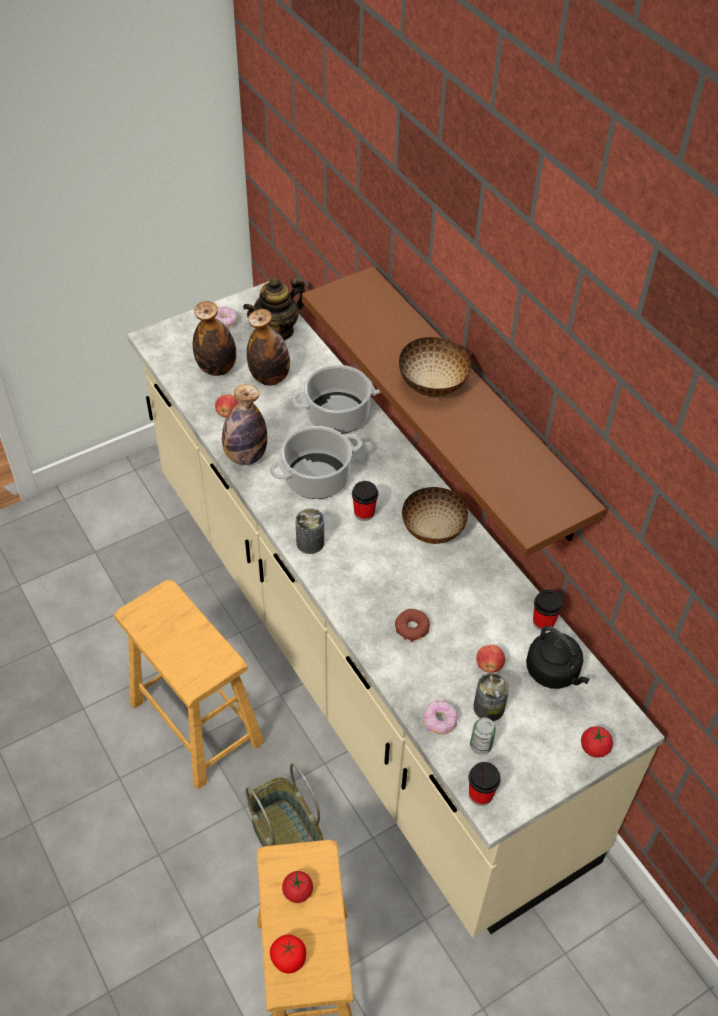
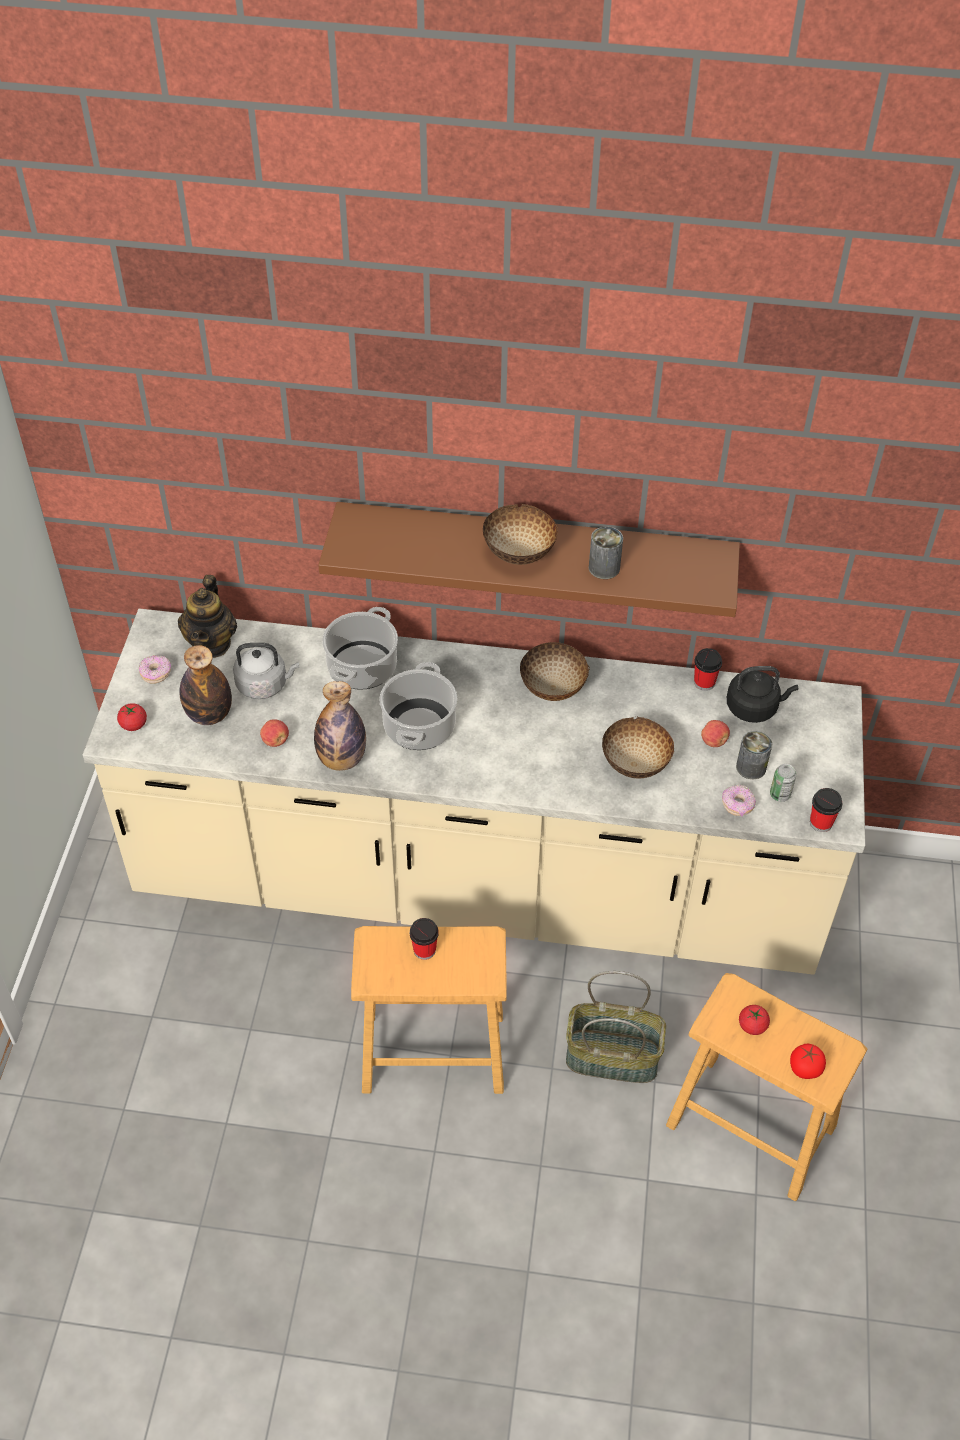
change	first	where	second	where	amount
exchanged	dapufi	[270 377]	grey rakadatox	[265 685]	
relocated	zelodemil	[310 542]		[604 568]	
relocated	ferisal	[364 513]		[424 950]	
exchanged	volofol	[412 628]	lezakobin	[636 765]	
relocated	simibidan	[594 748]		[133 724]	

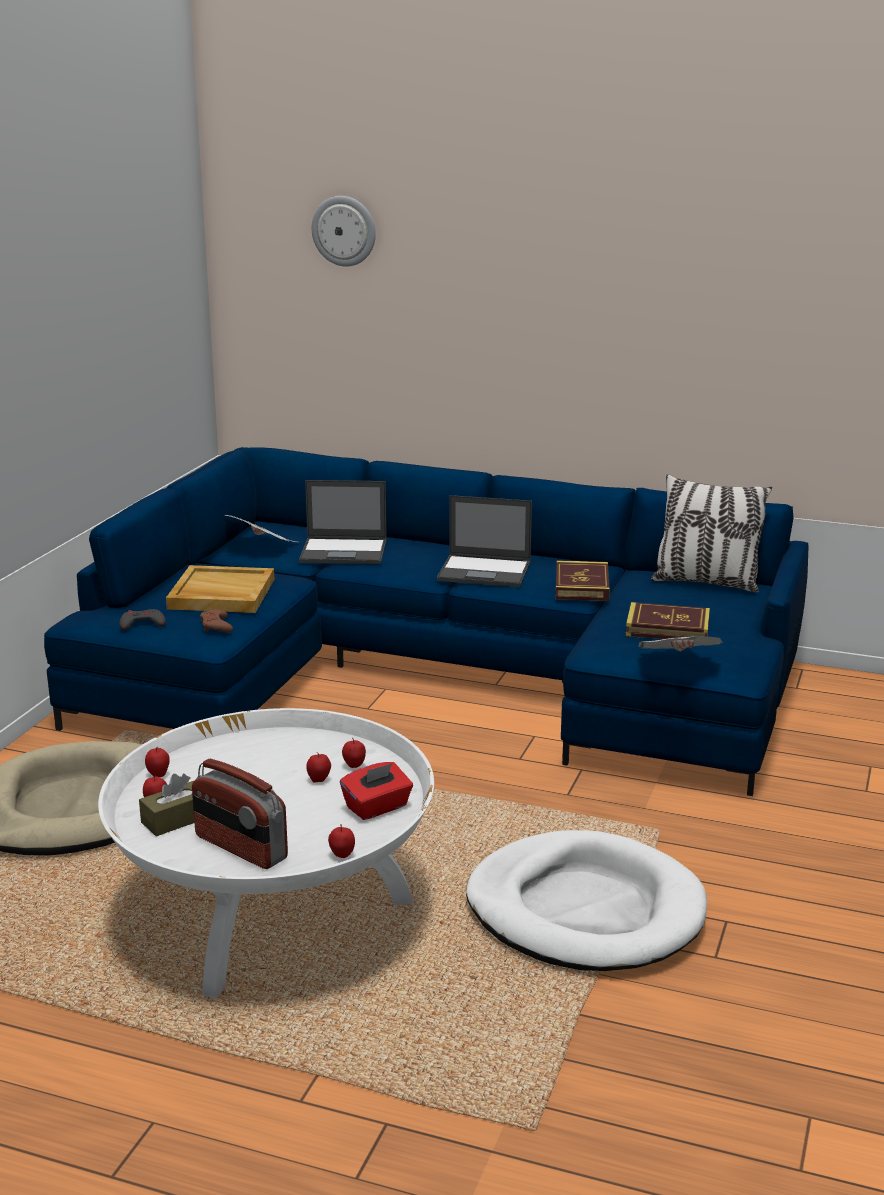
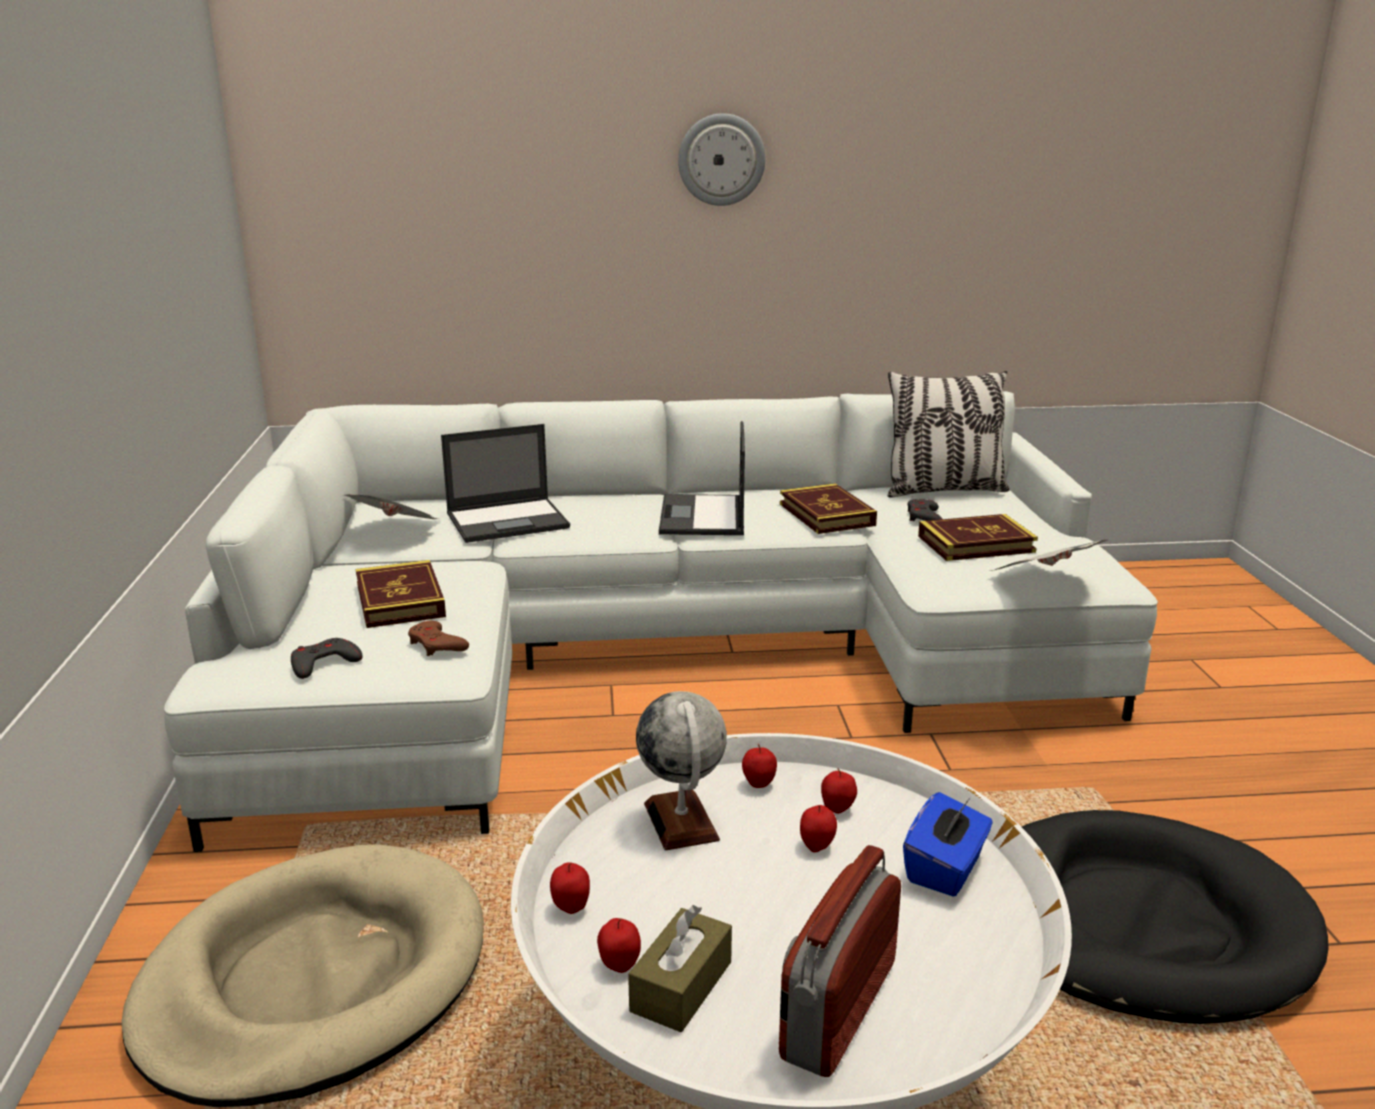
change	first	where	second	where	amount
colour	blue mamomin	[434 676]	white mamomin	[654 656]	
exchanged	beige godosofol	[220 594]	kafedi	[400 600]	
spun	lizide	[240 848]		[837 1009]	105 degrees clockwise
relocated	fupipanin	[344 231]		[721 160]	
relocated	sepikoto	[342 855]		[758 785]	
colour	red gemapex	[377 807]	blue gemapex	[945 869]	
spun	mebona	[485 572]		[703 517]	105 degrees clockwise
colour	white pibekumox	[585 910]	black pibekumox	[1139 924]	
appeared			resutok	[681 822]	
appeared			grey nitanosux	[924 517]	

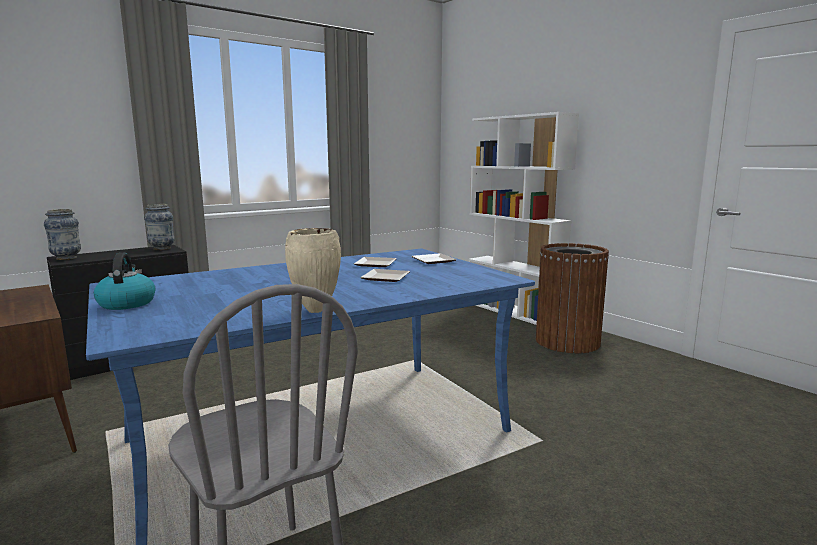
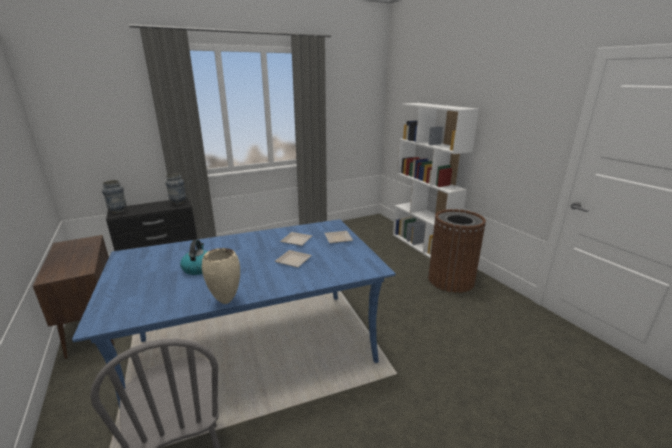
change	first	where	second	where	amount
relocated	rakadatox	[126 303]		[198 268]	

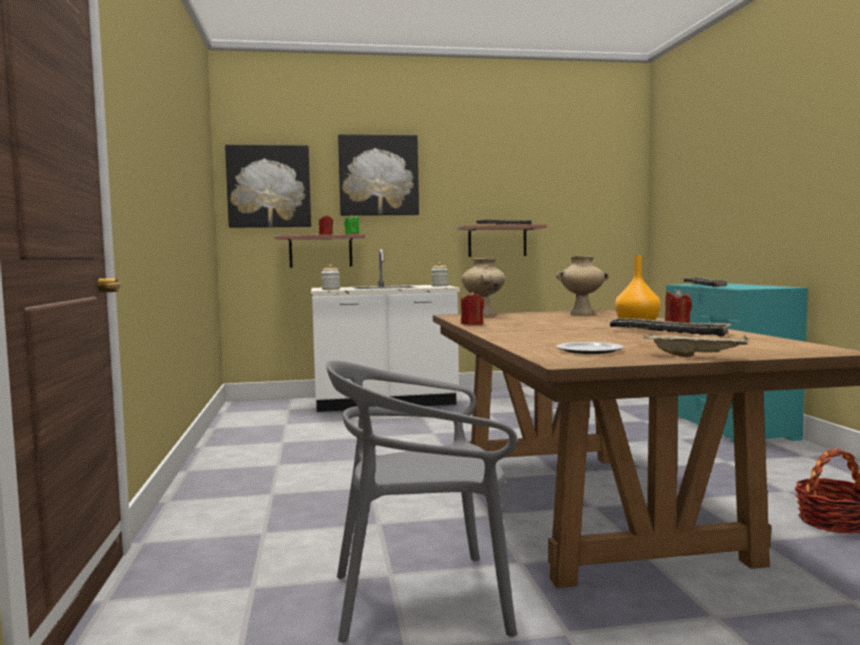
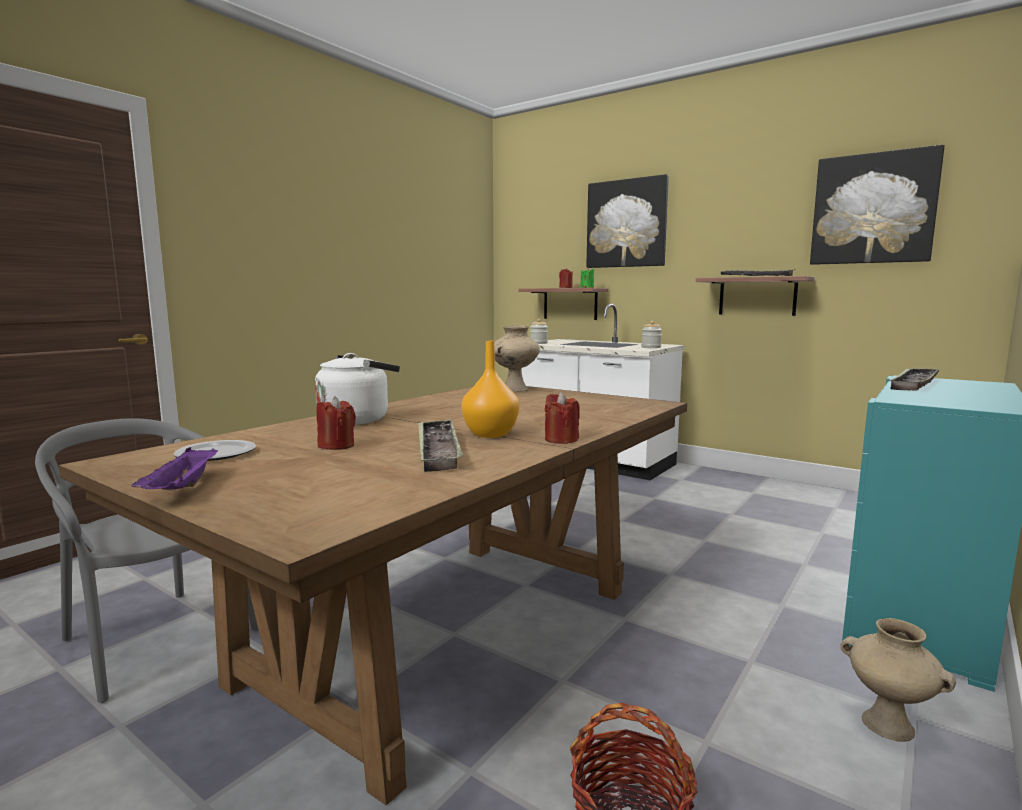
change	first	where	second	where	amount
relocated	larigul	[269 186]		[873 209]	
relocated	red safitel	[472 324]		[336 446]	
relocated	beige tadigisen	[582 313]		[889 725]	
colour	beige godosofol	[697 357]	purple godosofol	[182 489]	
appeared			white rakadatox	[358 419]	

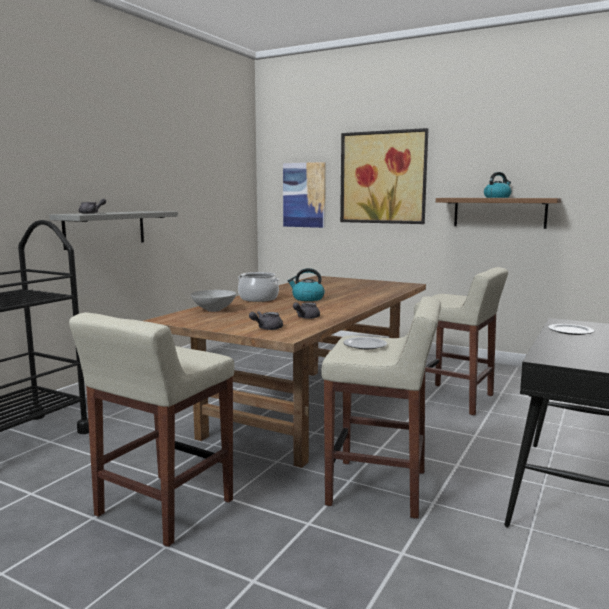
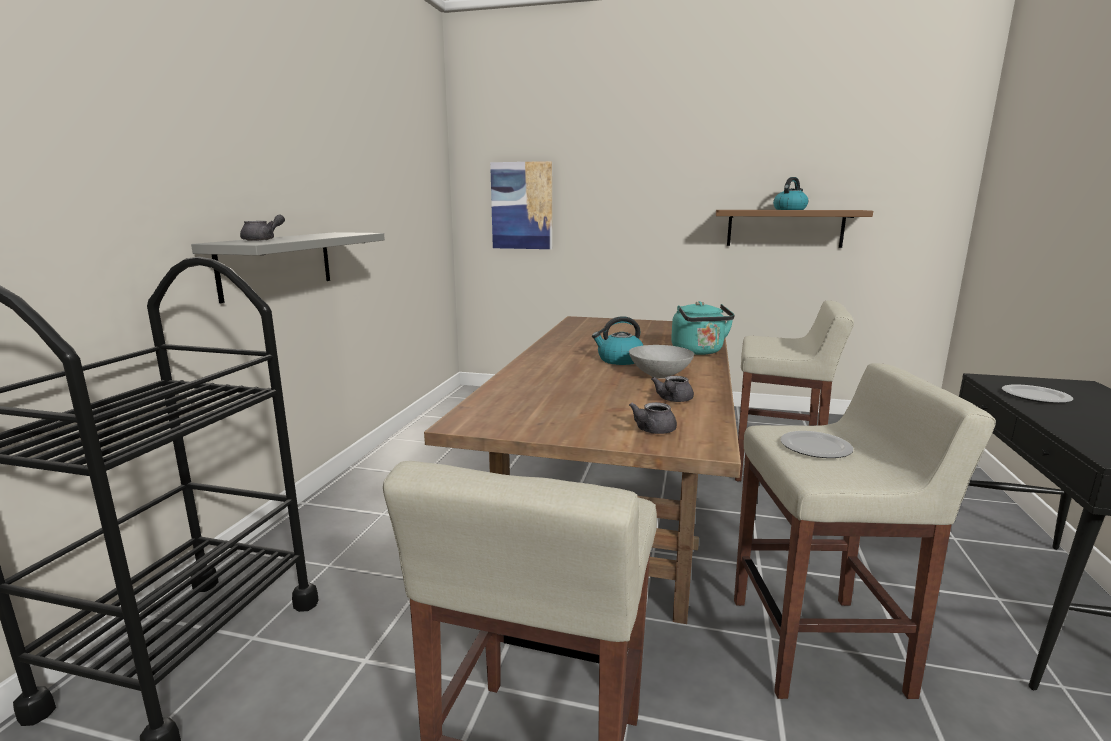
change	first	where	second	where	amount
relocated	grey lezakobin	[213 310]		[659 375]	
missing	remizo	[258 299]			
missing	larigul	[383 177]			
appeared			turquoise rakadatox	[699 352]	

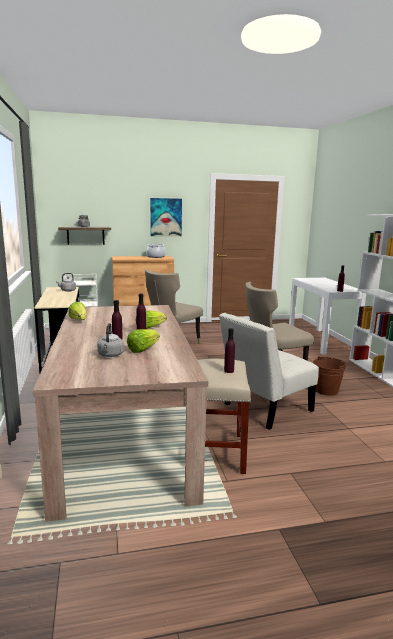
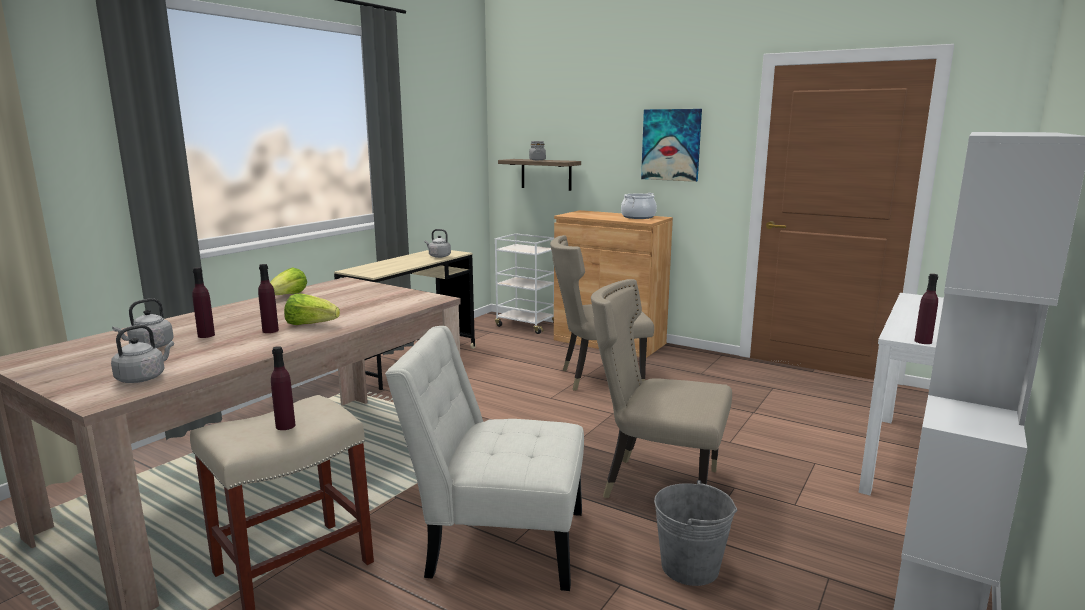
change	first	where	second	where	amount
missing	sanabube	[143 349]			
colour	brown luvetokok	[326 390]	grey luvetokok	[690 567]	
appeared			grey rakadatox	[143 378]	

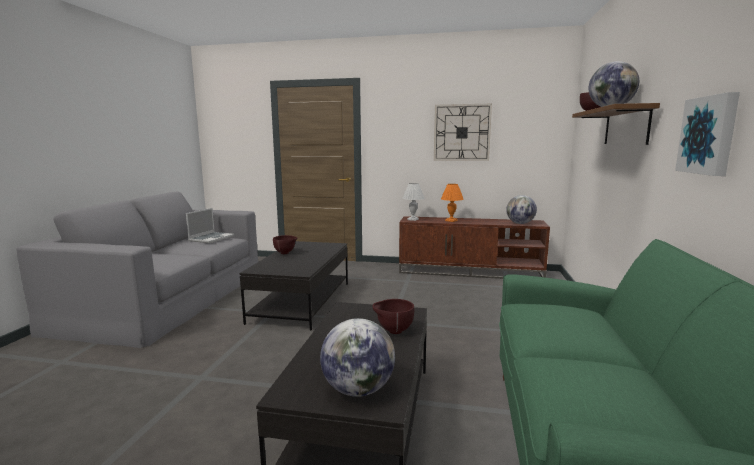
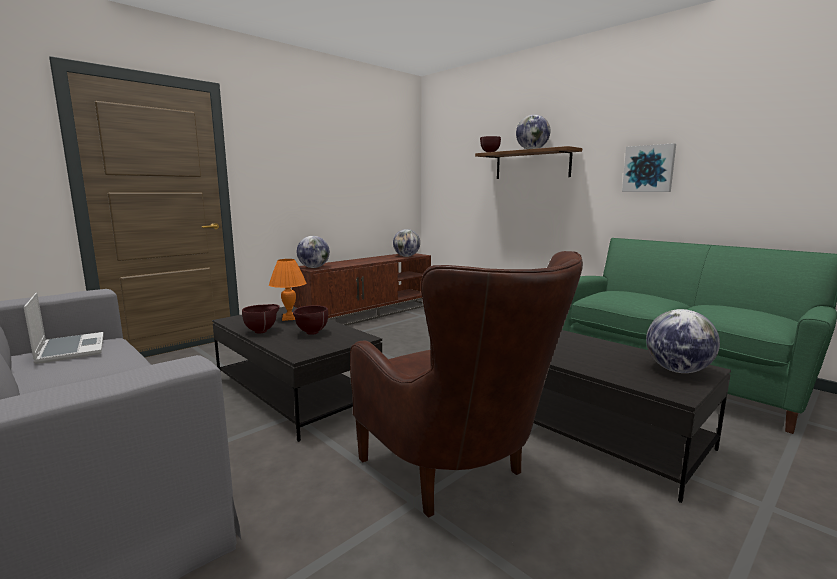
change	first	where	second	where	amount
relocated	brown lezakobin	[393 331]		[311 333]	
exchanged	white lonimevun	[413 219]	resutok	[313 267]	
missing	fupipanin	[462 132]			
relocated	orange lonimevun	[451 220]		[289 318]	
appeared			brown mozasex	[457 477]	

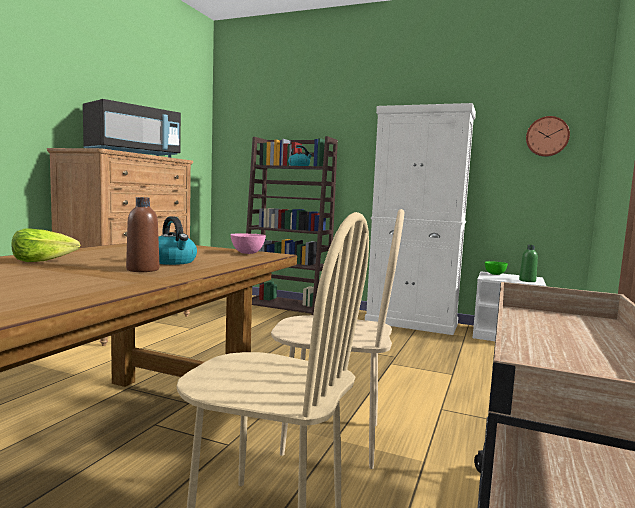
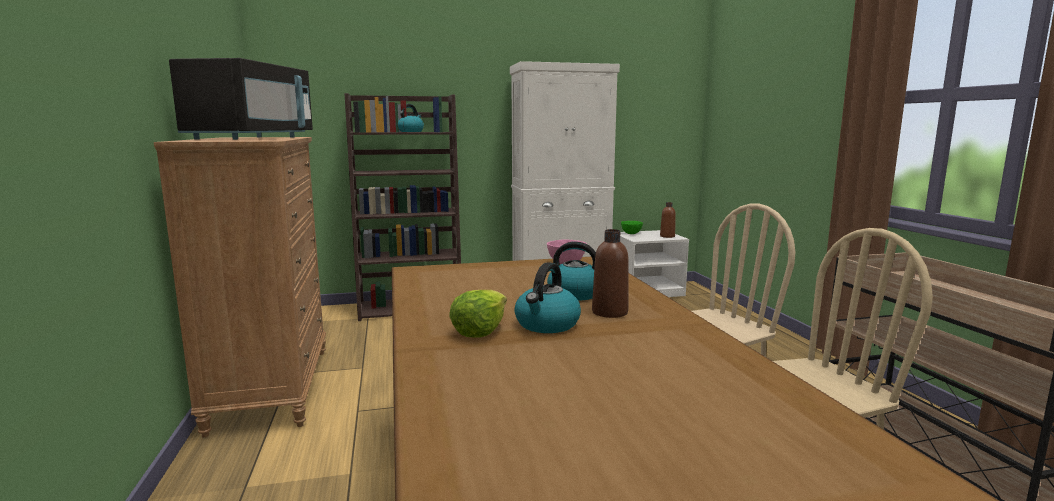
change	first	where	second	where	amount
colour	green dapufi	[527 281]	brown dapufi	[667 236]	
missing	fupipanin	[547 136]			
appeared			rakadatox	[547 325]	

